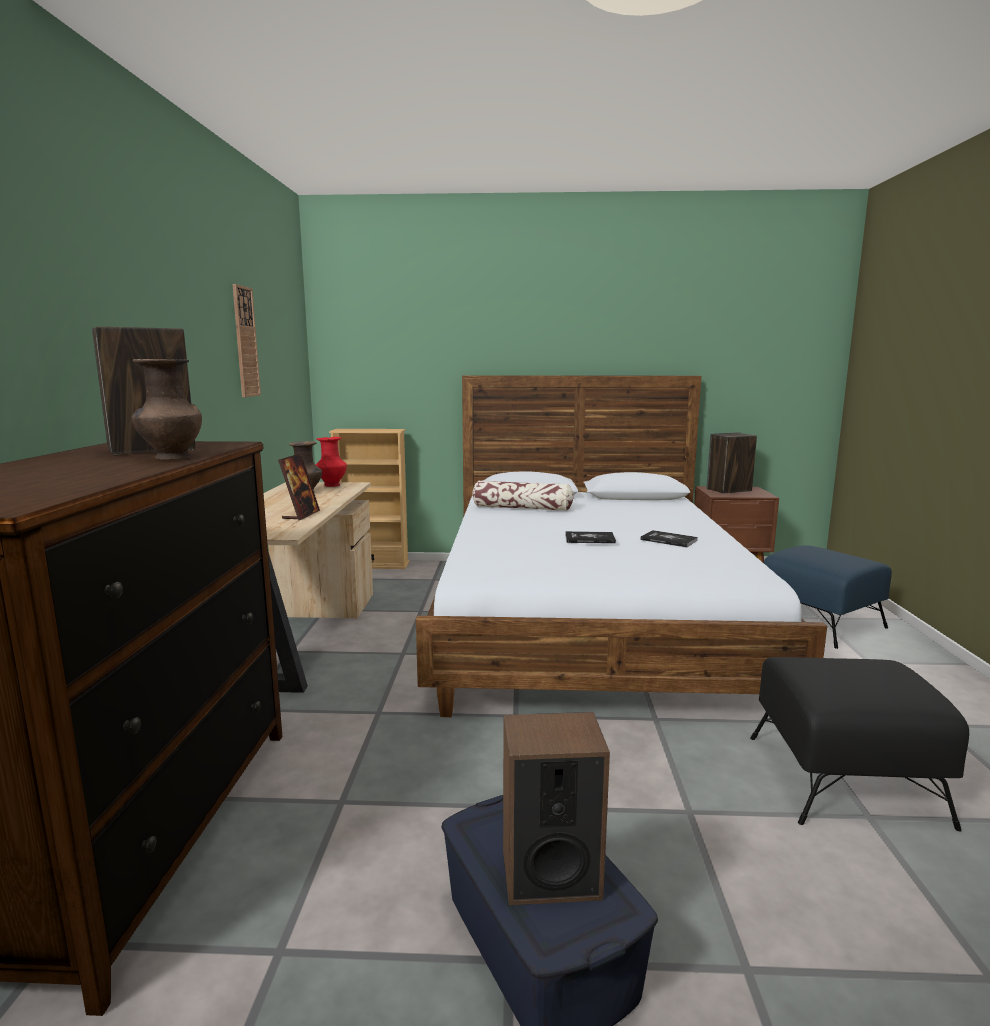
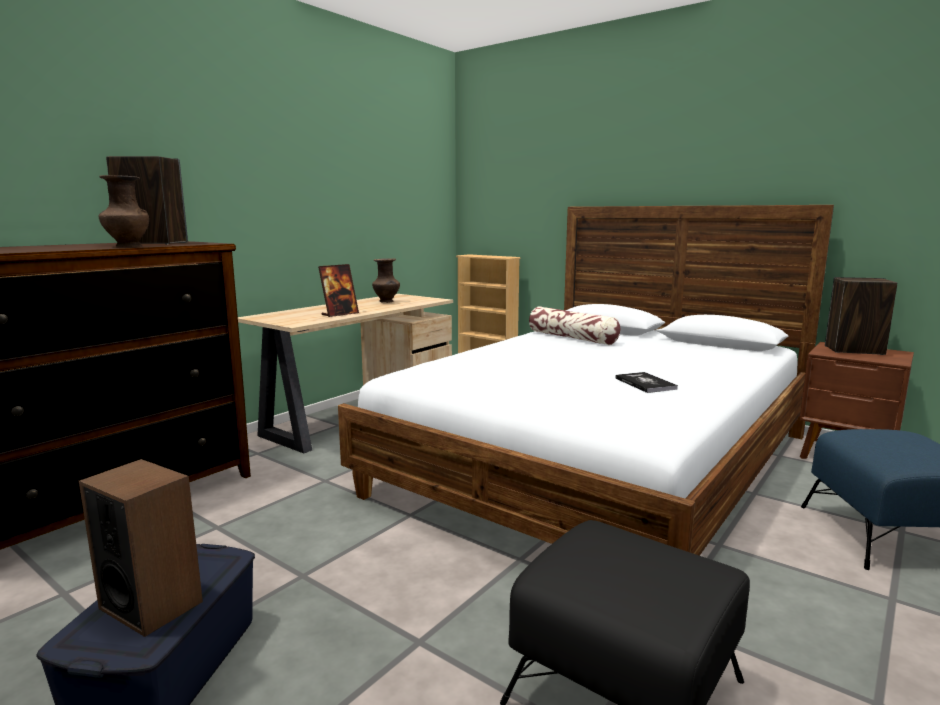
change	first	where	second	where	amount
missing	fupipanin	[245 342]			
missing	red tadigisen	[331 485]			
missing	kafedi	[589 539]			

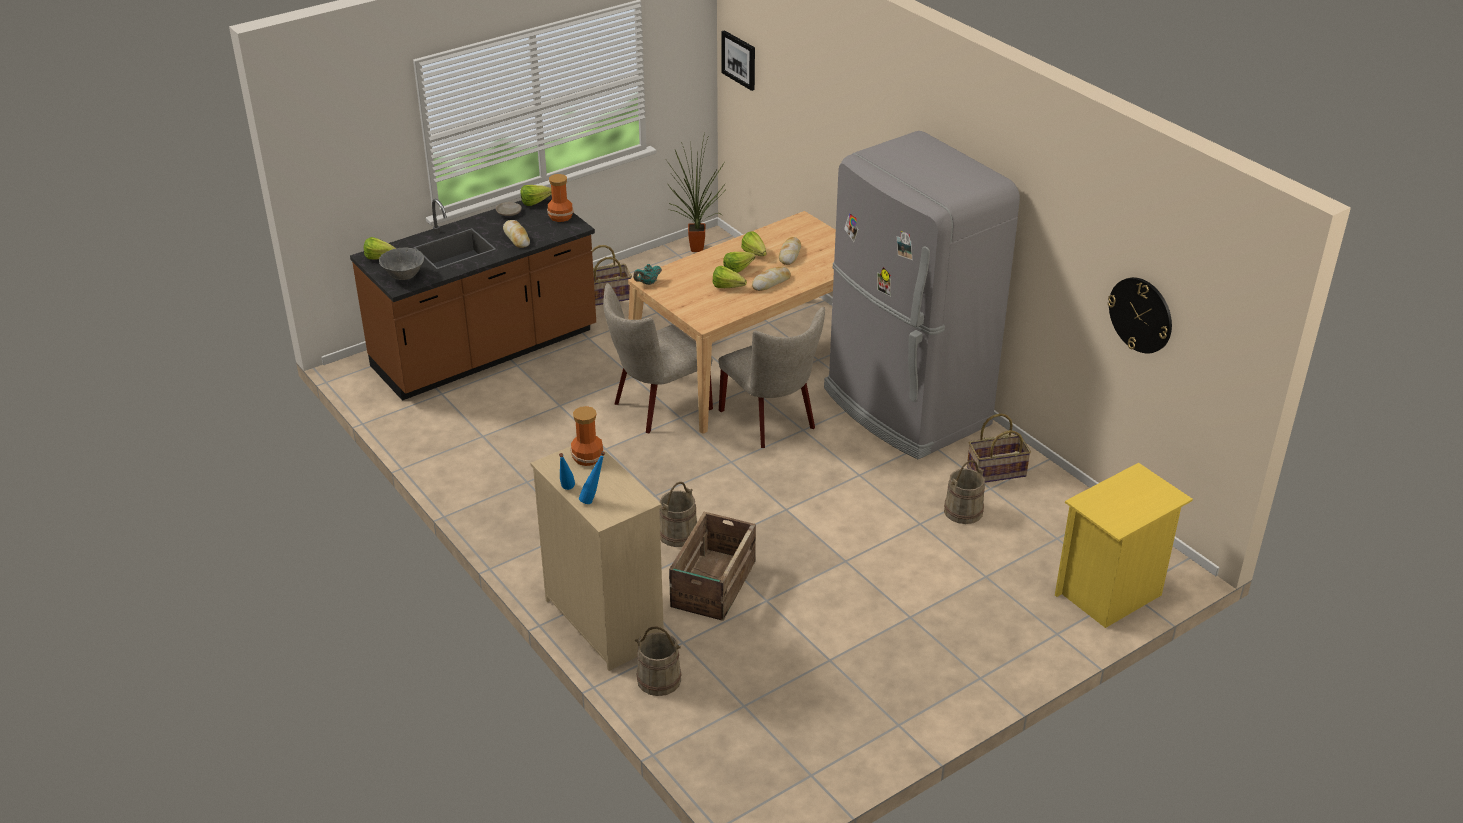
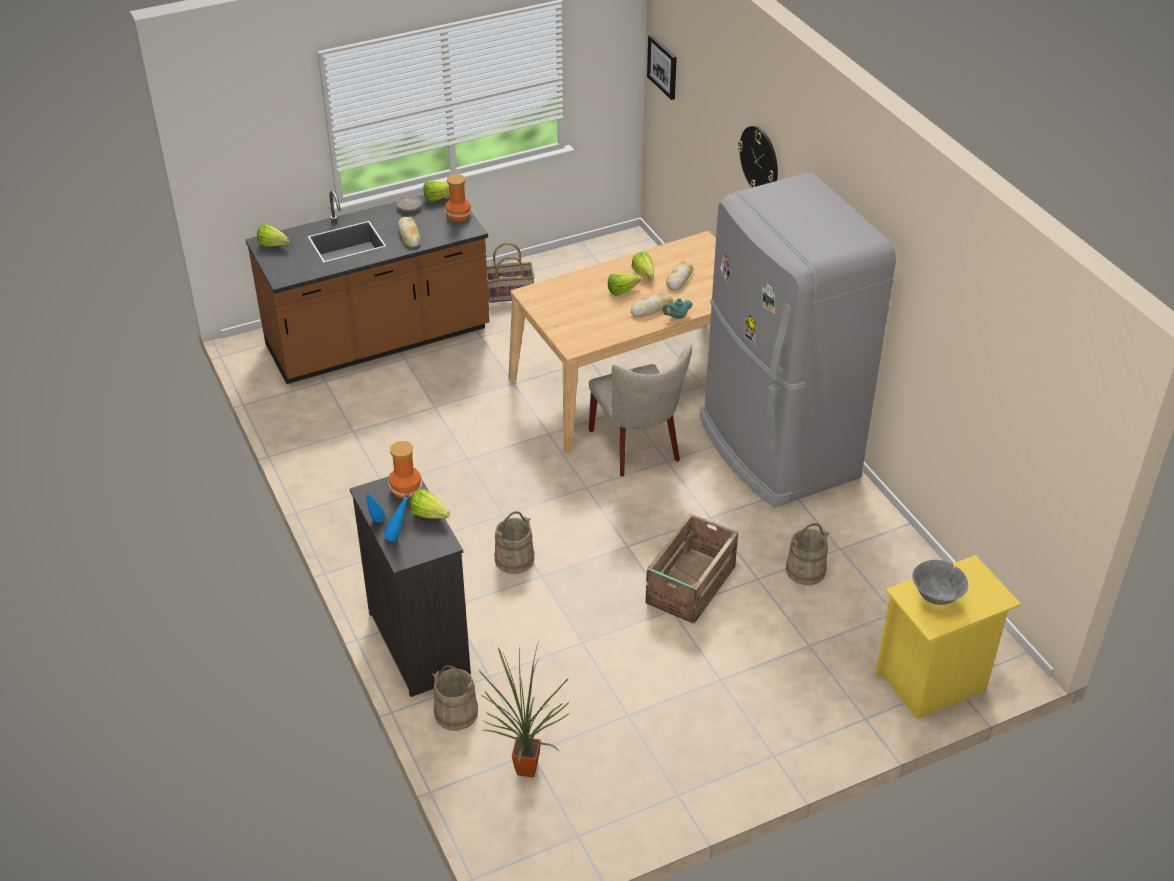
change	first	where	second	where	amount
relocated	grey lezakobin	[404 277]		[936 597]	
colour	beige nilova	[604 620]	black nilova	[419 643]	
missing	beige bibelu	[656 407]			
relocated	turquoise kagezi	[648 283]		[677 317]	
relocated	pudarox	[696 250]		[525 773]	
relocated	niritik	[712 585]		[689 586]	
relocated	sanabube	[730 288]		[431 516]	
missing	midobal	[996 472]			
relocated	fupipanin	[1141 315]		[759 160]	

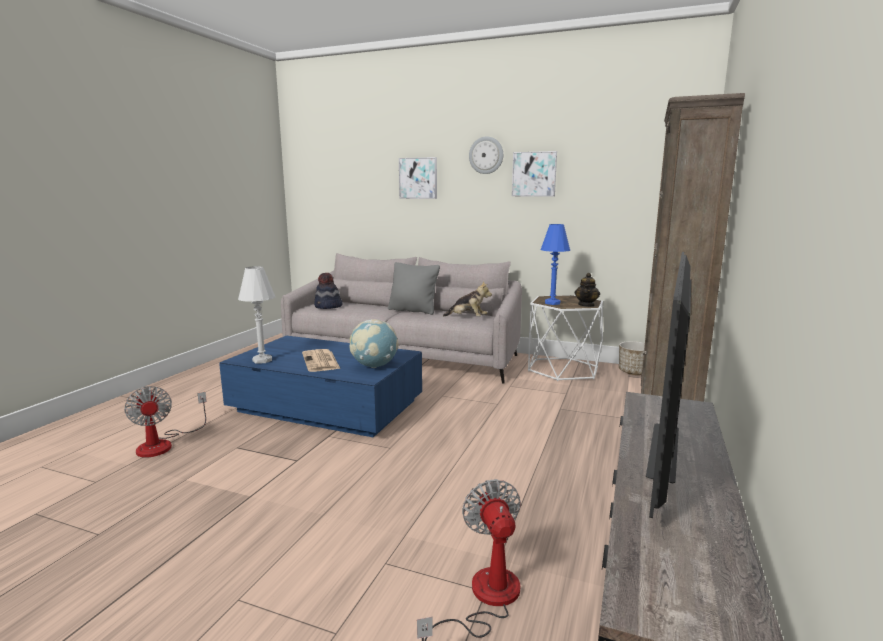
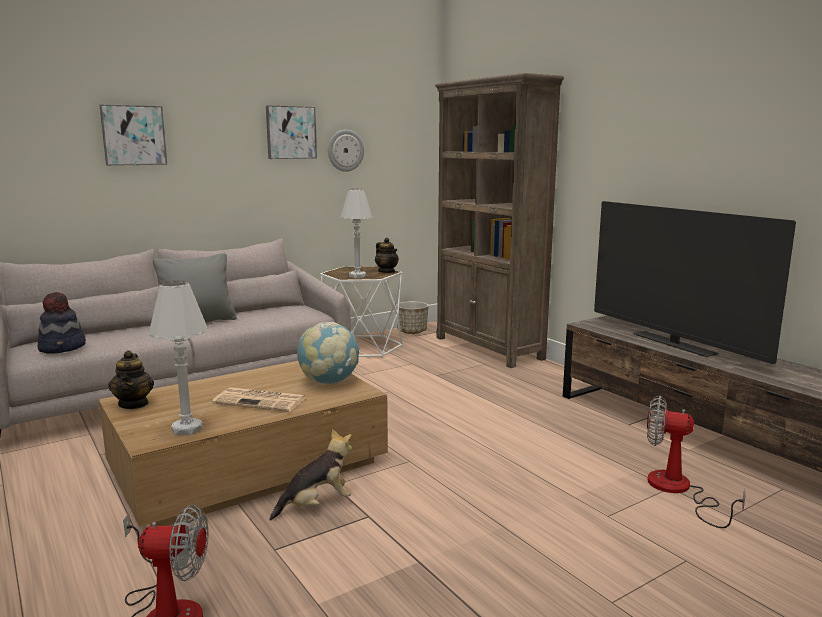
change	first	where	second	where	amount
colour	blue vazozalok	[327 406]	brown vazozalok	[249 467]	
relocated	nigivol	[467 318]		[316 505]	
relocated	fupipanin	[486 155]		[345 150]	
colour	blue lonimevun	[552 303]	white lonimevun	[357 276]	
appeared			kagezi	[134 404]	

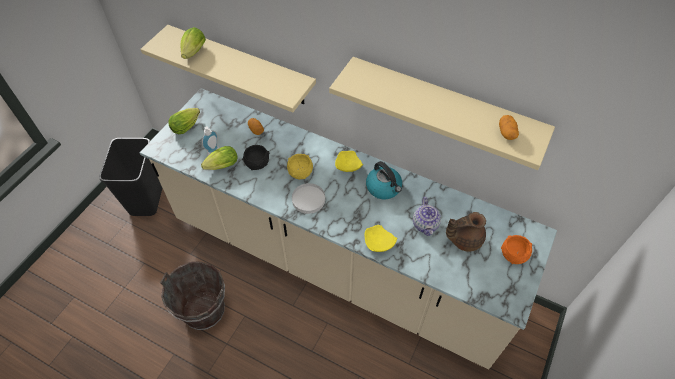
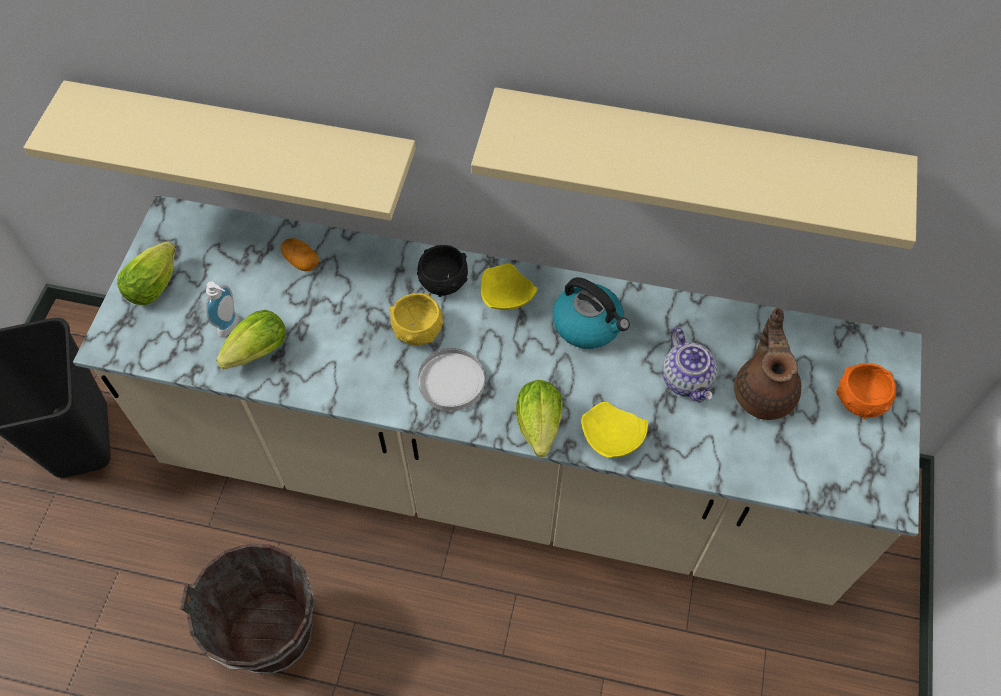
change	first	where	second	where	amount
relocated	sanabube	[193 53]		[539 430]	
relocated	black lezakobin	[257 163]		[443 281]	
spun	brown kagezi	[463 239]		[764 391]	120 degrees clockwise
missing	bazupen	[506 132]			

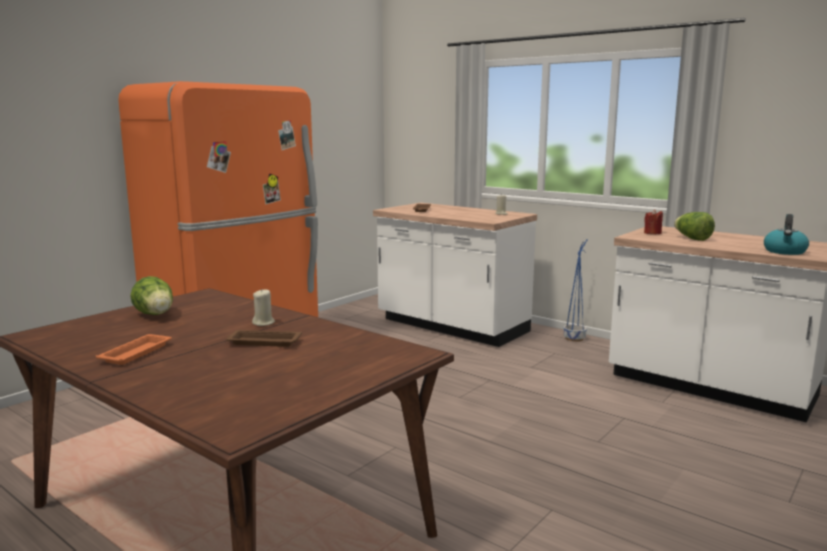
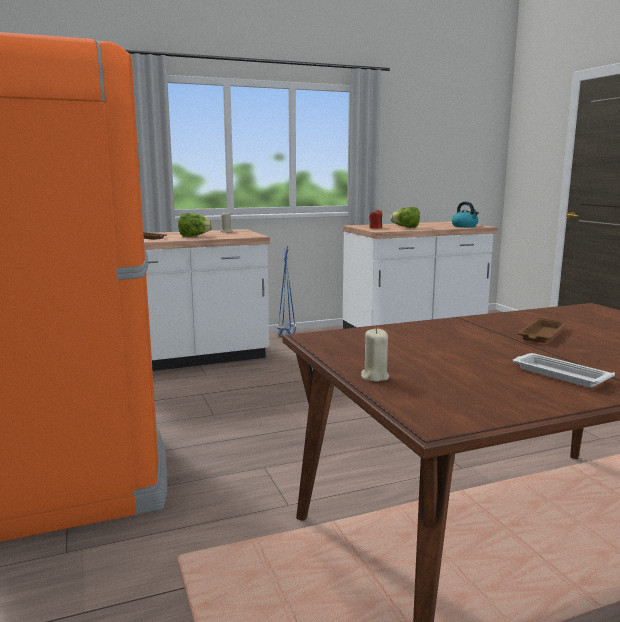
change	first	where	second	where	amount
colour	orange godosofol	[137 353]	white godosofol	[558 374]	
relocated	sanabube	[156 315]		[194 236]	
relocated	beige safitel	[263 323]		[374 377]	

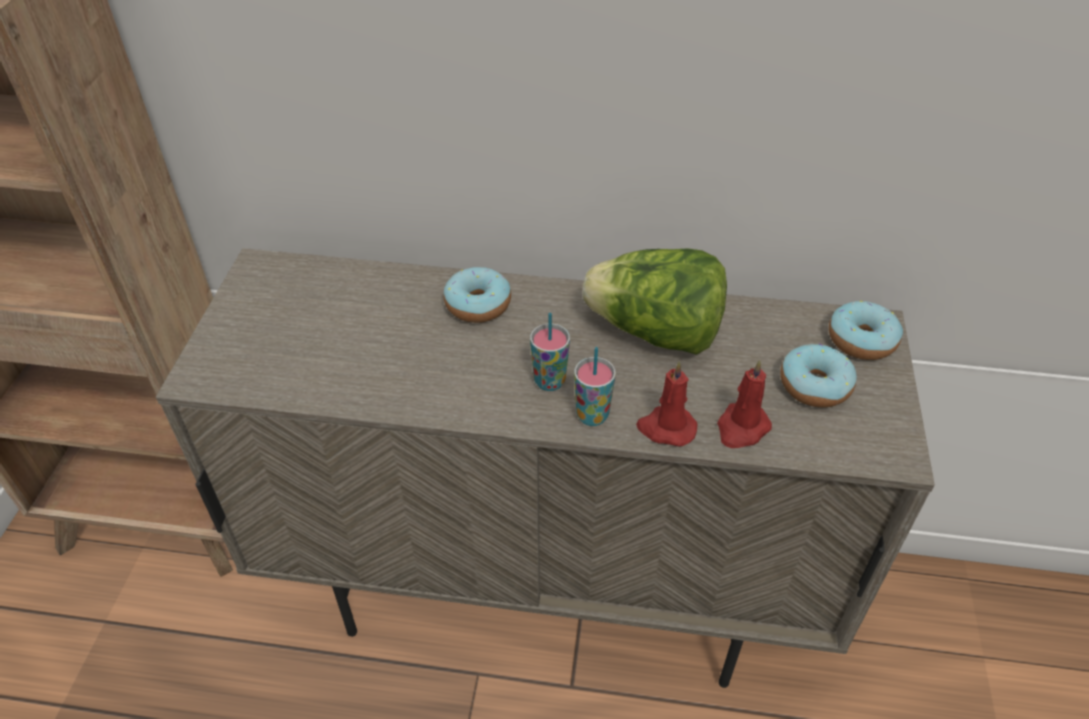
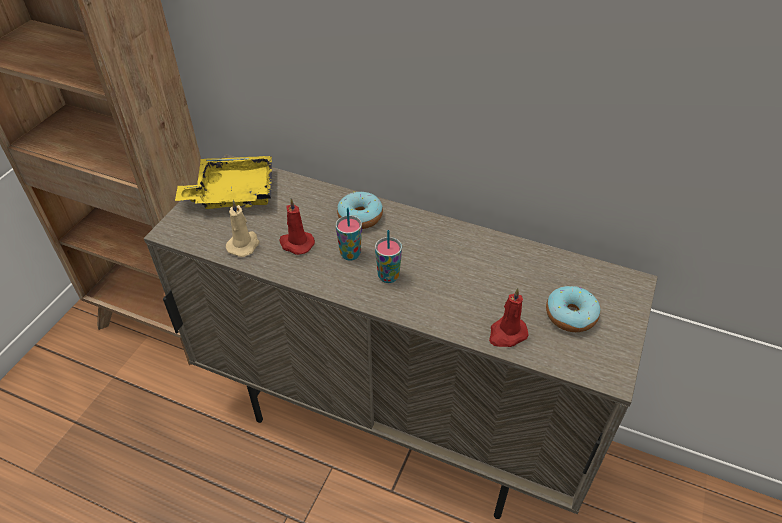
change	first	where	second	where	amount
relocated	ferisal	[592 415]		[350 254]	
missing	sanabube	[655 333]			
relocated	red safitel	[666 428]		[296 243]	
missing	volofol	[861 340]			
appeared			yellow godosofol	[233 193]	
appeared			beige safitel	[244 244]	

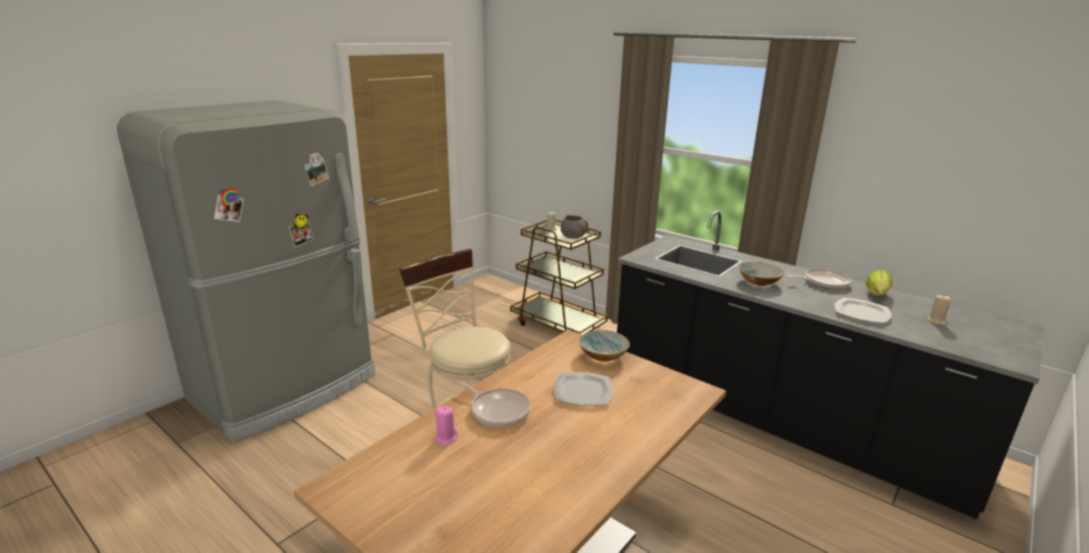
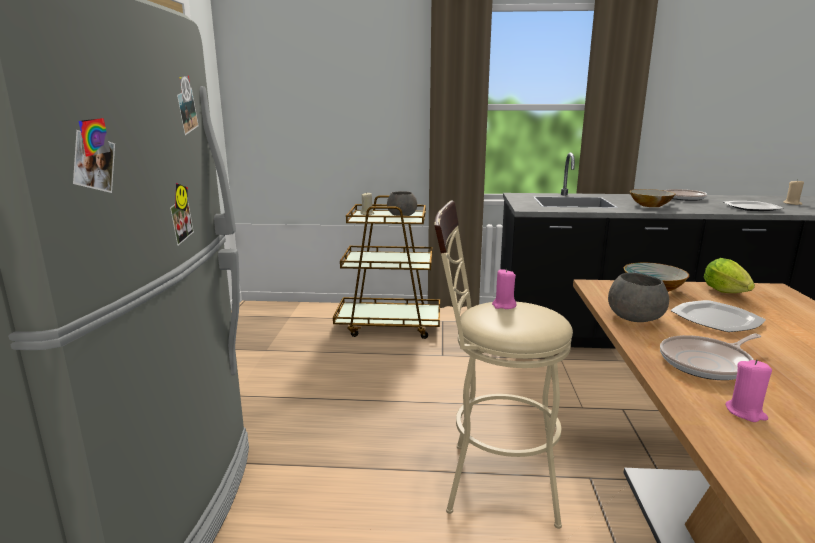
change	first	where	second	where	amount
spun	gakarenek	[498 410]		[708 363]	150 degrees clockwise
relocated	sanabube	[877 295]		[728 293]	
appeared			pink safitel	[504 305]	
appeared			grey lezakobin	[634 317]	

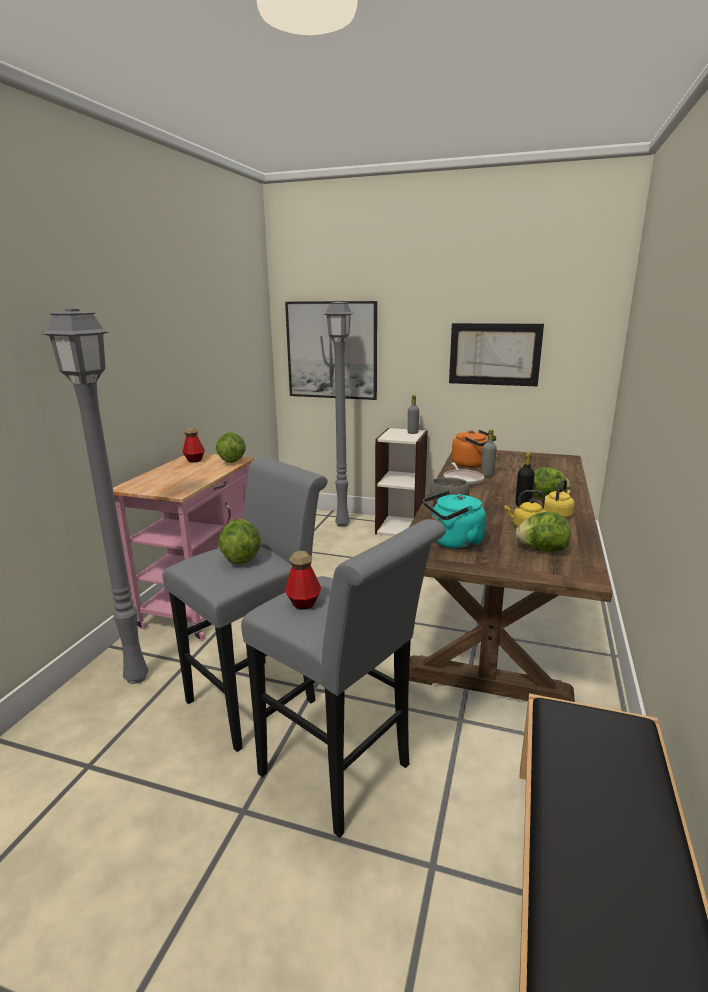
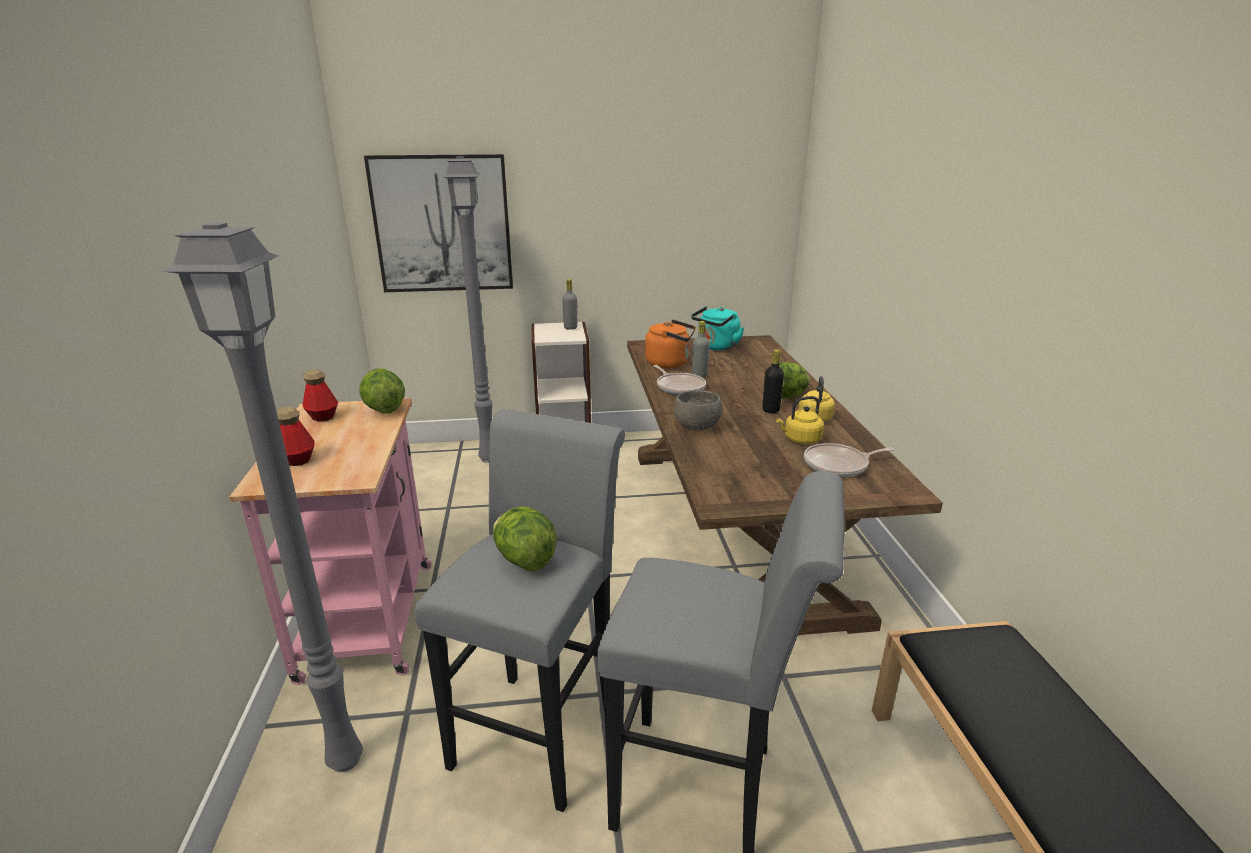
change	first	where	second	where	amount
relocated	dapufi	[303 603]		[298 460]	
relocated	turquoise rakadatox	[453 543]		[716 347]	
missing	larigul	[494 354]			
exchanged	sanabube	[542 549]	gakarenek	[839 465]	

